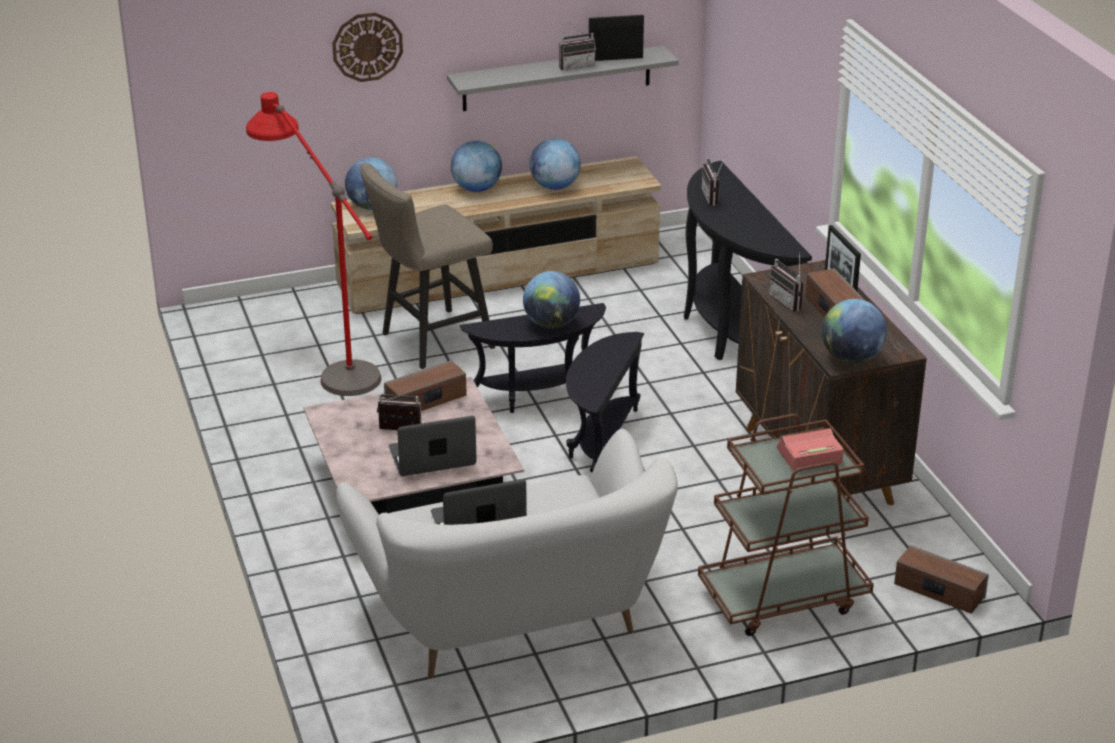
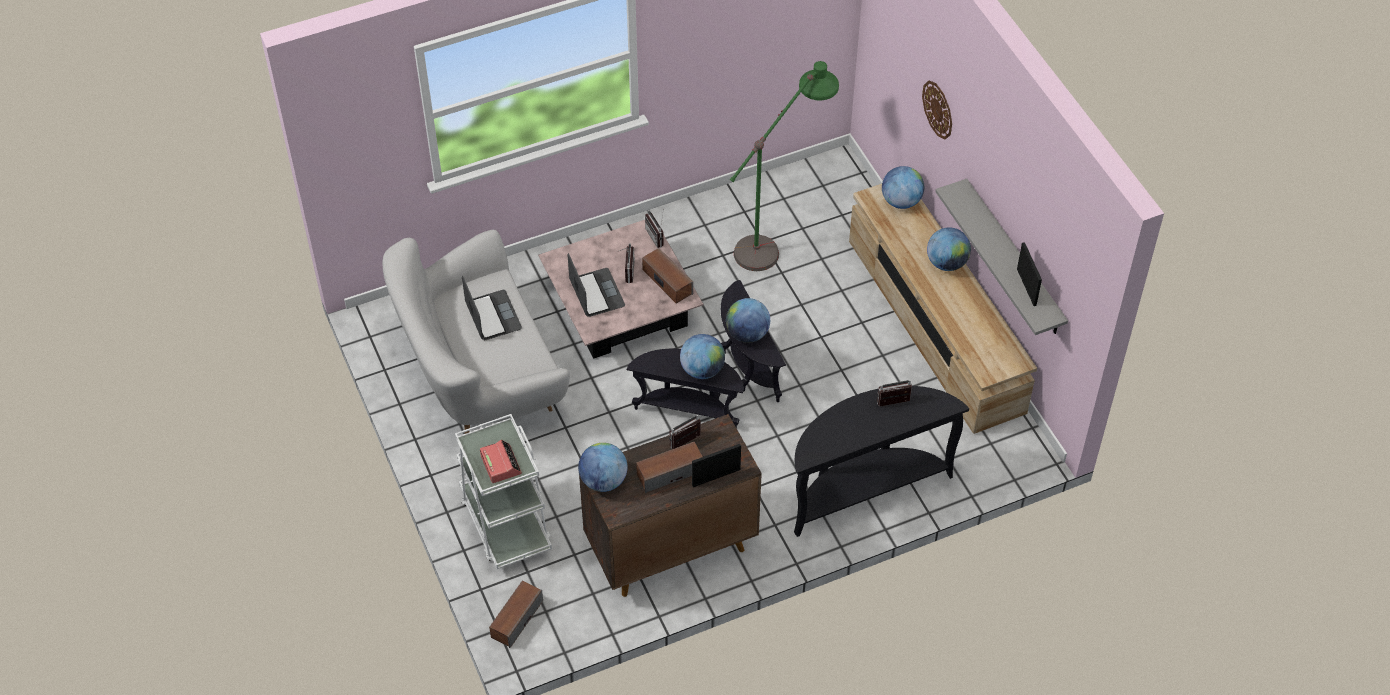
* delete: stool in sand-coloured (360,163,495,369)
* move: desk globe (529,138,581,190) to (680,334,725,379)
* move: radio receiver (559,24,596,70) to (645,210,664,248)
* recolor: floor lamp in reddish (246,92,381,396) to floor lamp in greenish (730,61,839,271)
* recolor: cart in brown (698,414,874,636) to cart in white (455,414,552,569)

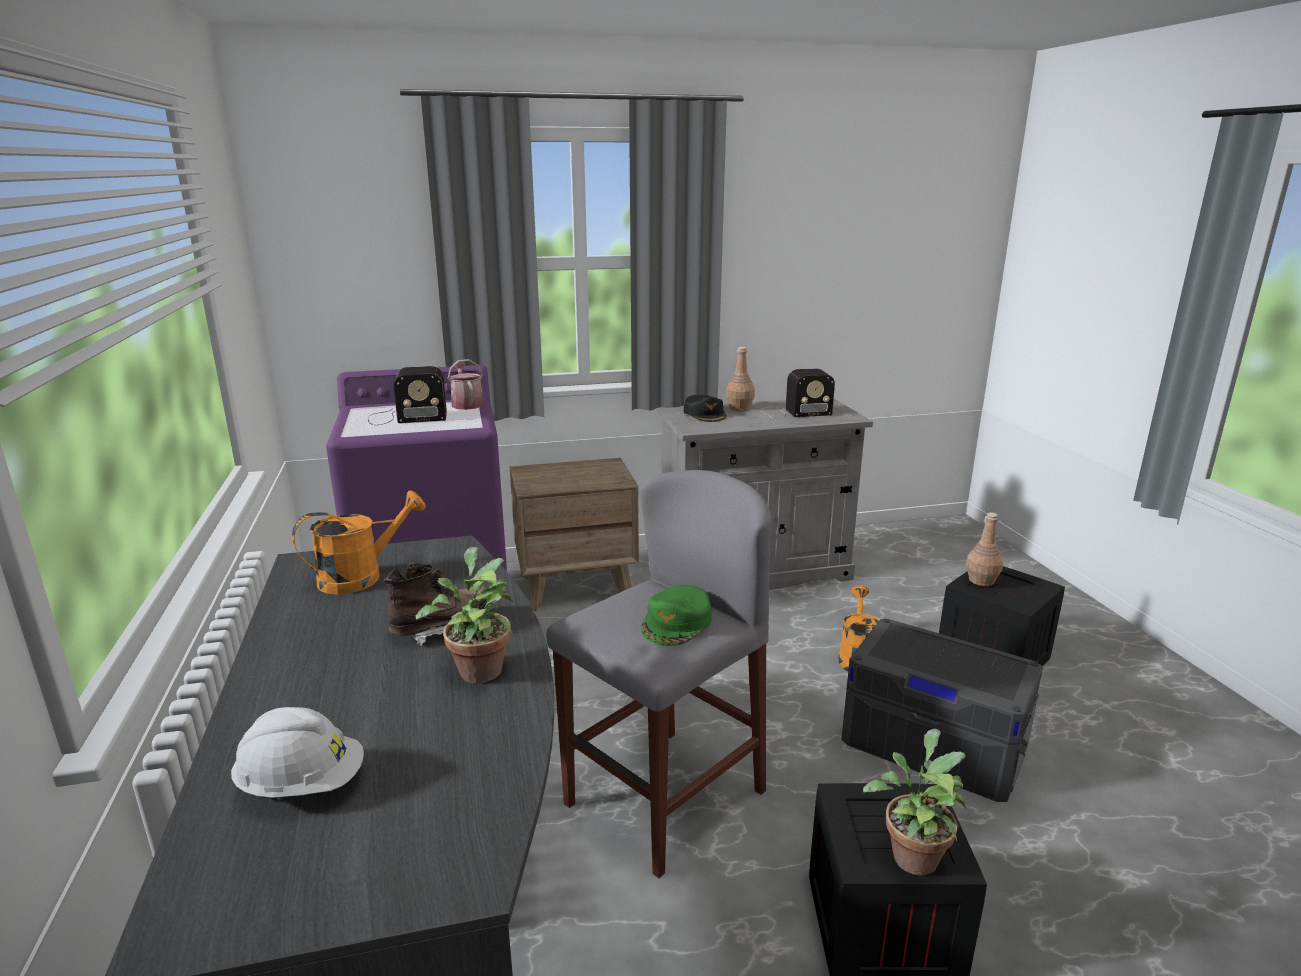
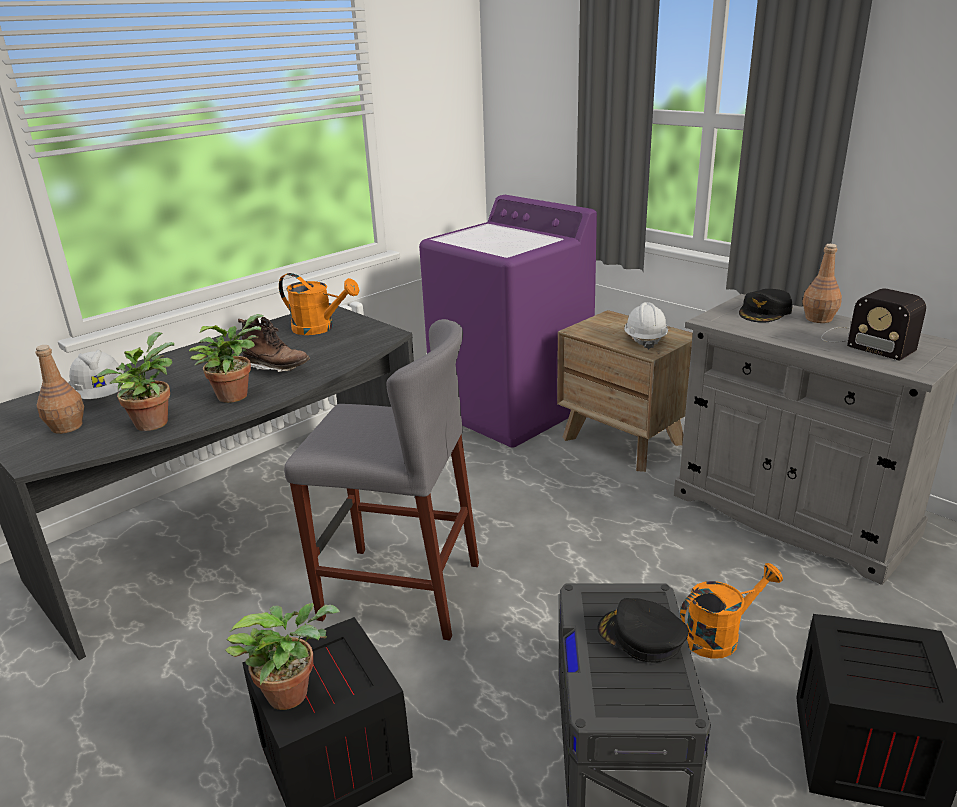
* delete: radio receiver (368,366,447,425)
* delete: watering can (447,359,484,410)
* delete: baseball cap in greenish (641,585,712,646)
* insert: plant in a pot (96,332,174,431)
* insert: baseball cap in blackish (597,598,689,663)
* insert: hard hat in white (624,302,668,350)
* move: beverage bottle in brown (966,512,1003,586) to (35,345,84,434)

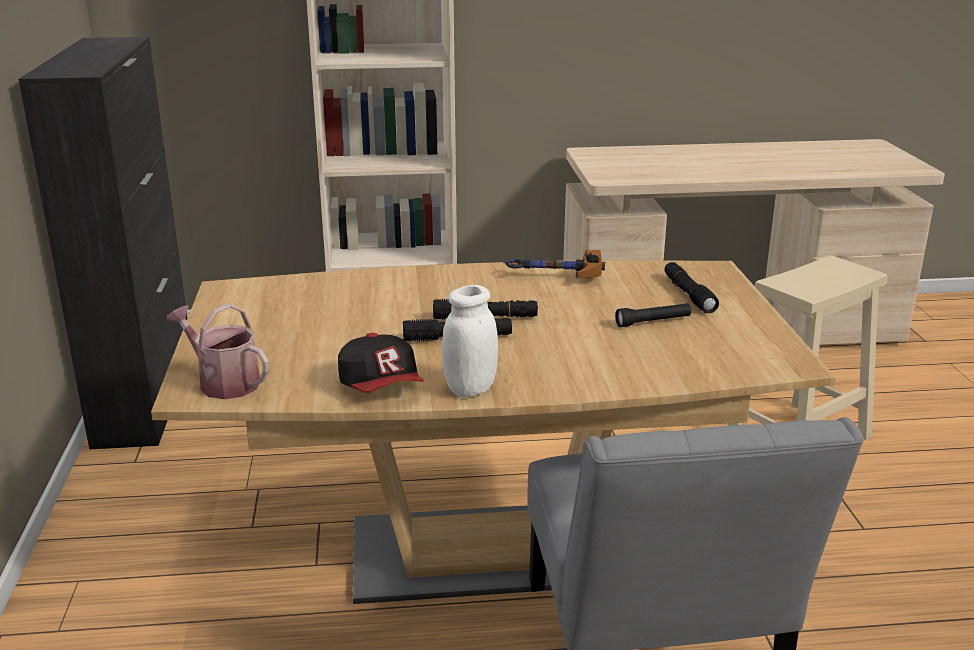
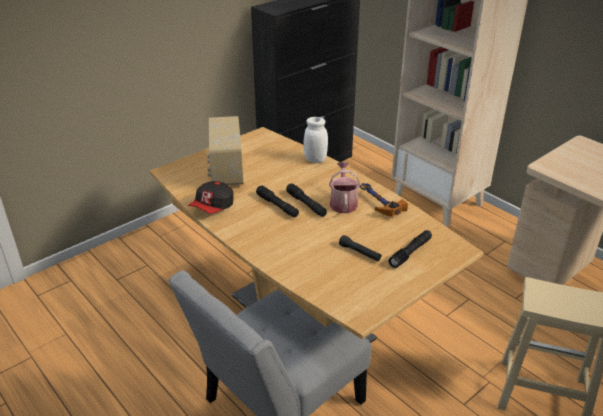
* insert: radio receiver (207,116,243,185)
* move: watering can (166,304,269,399) to (329,162,360,213)
* move: storage jar in white (442,285,498,397) to (303,117,328,163)

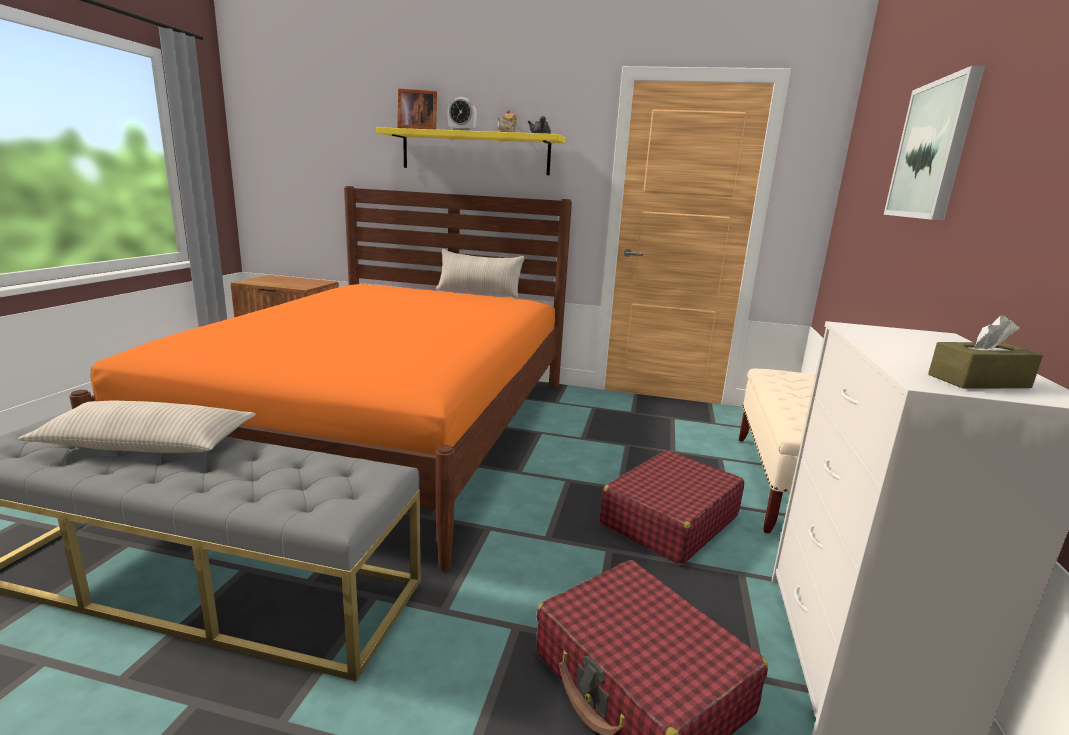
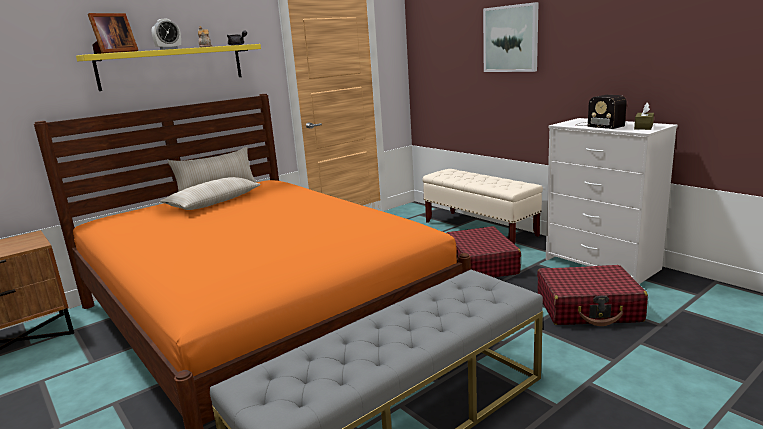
* insert: radio receiver (575,95,627,129)
* move: cushion in sand-coloured (18,401,256,453) to (160,177,261,210)

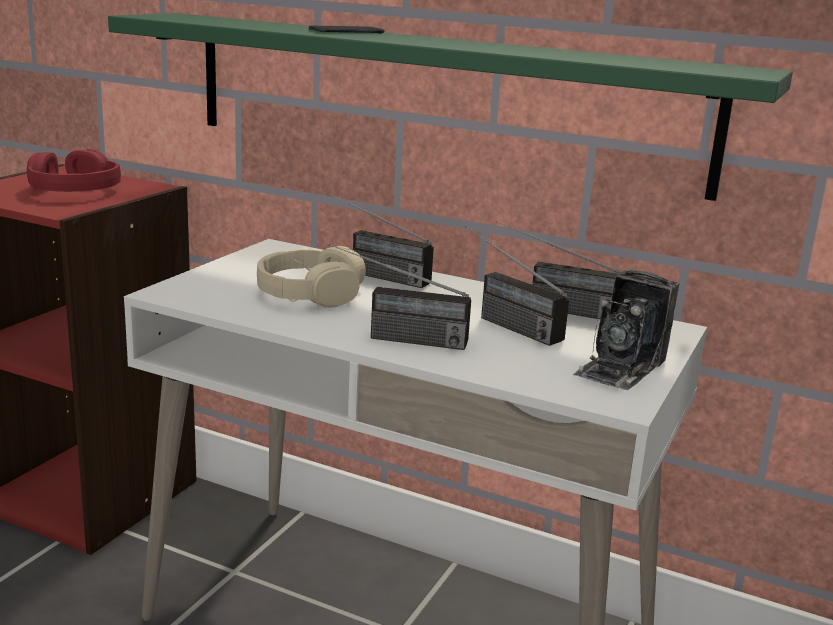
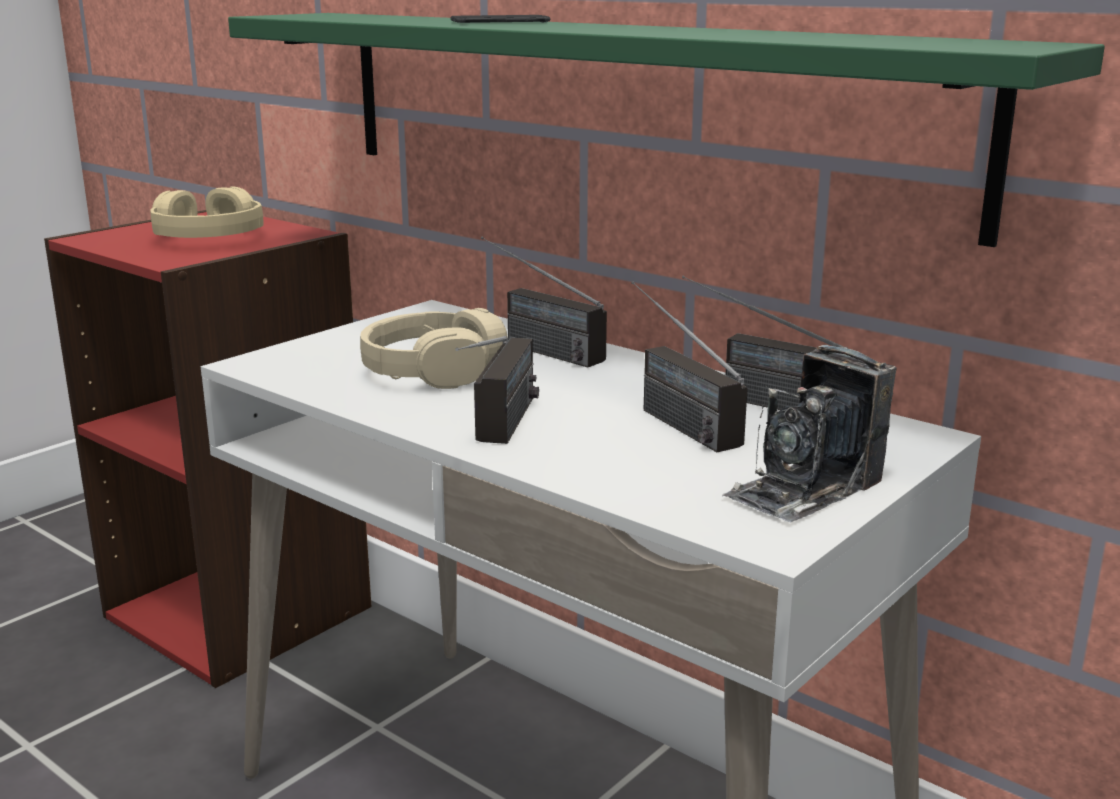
* recolor: headset in reddish (27,149,121,192) to headset in sand-coloured (150,186,263,238)
* rotate: radio receiver (328,243,471,350) = (455,336,539,444) 105 degrees counterclockwise

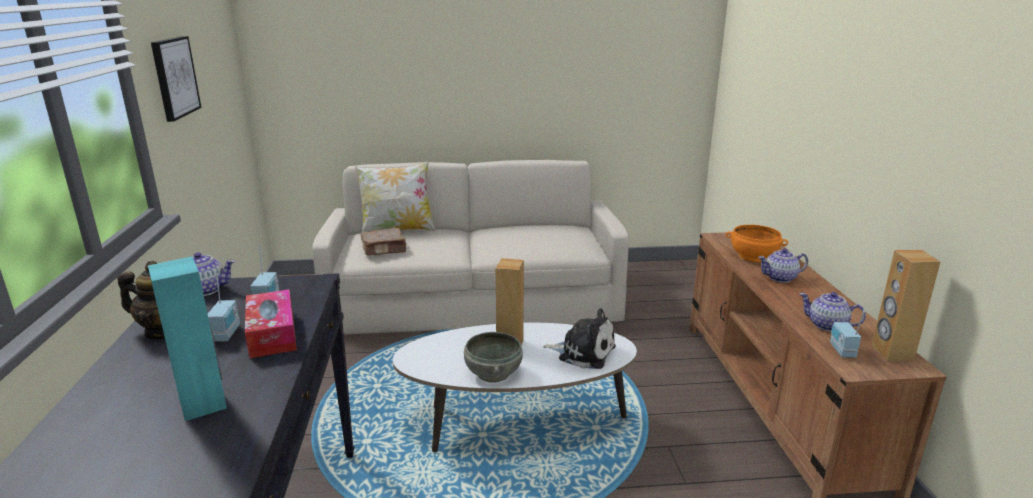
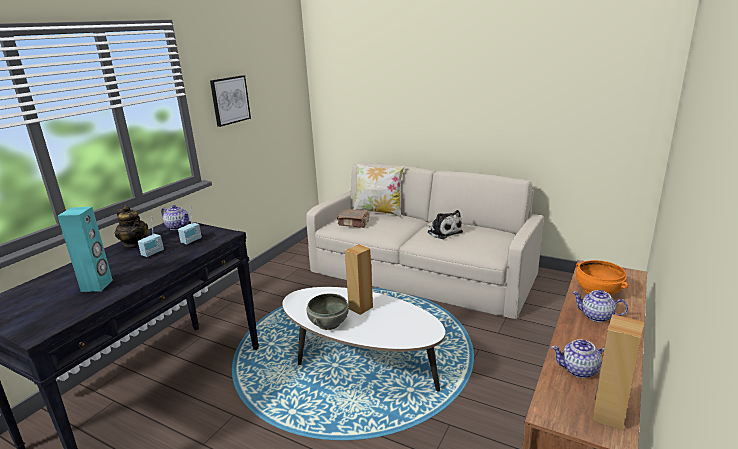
* delete: box of tissues (245,289,297,358)
* delete: radio receiver (830,311,865,358)
* move: plush toy (543,308,616,369) to (427,210,463,239)
* rotate: tea pot (799,292,866,332) = (551,339,605,378) 60 degrees counterclockwise

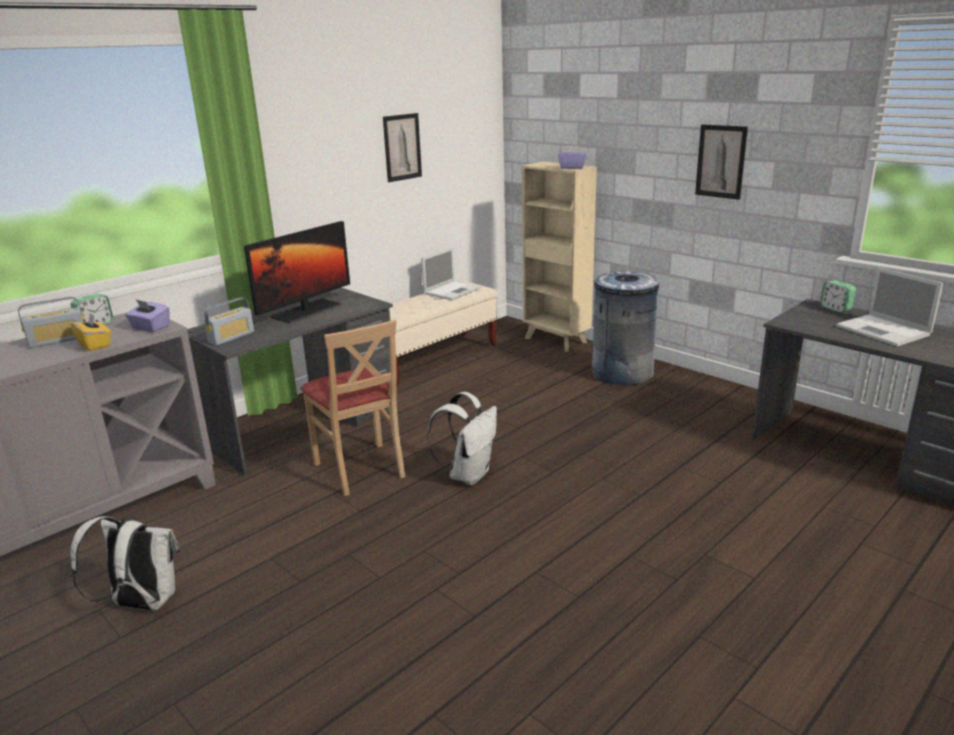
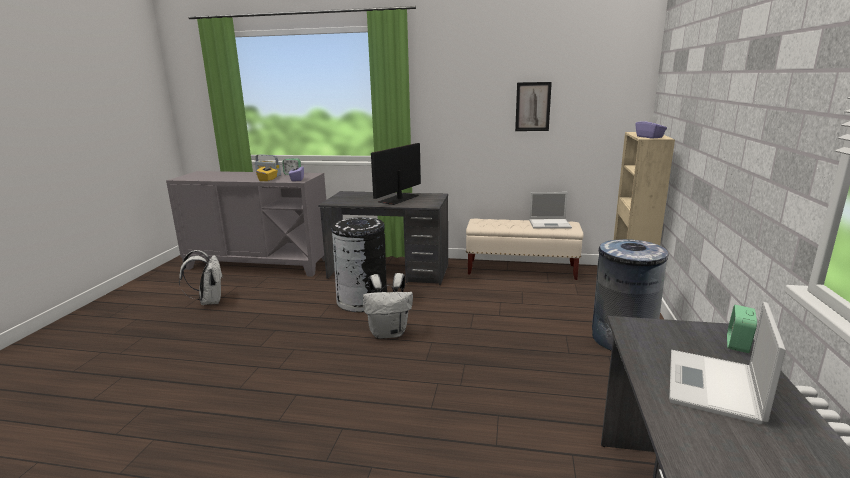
* delete: radio receiver (204,297,254,346)
* delete: wall picture (695,124,748,200)
* replace: upright chair in sand-coloured (300,320,406,496) to trash can in blackish (331,217,387,312)
* rotate: computer display (244,221,350,323) = (371,143,421,205) 120 degrees clockwise

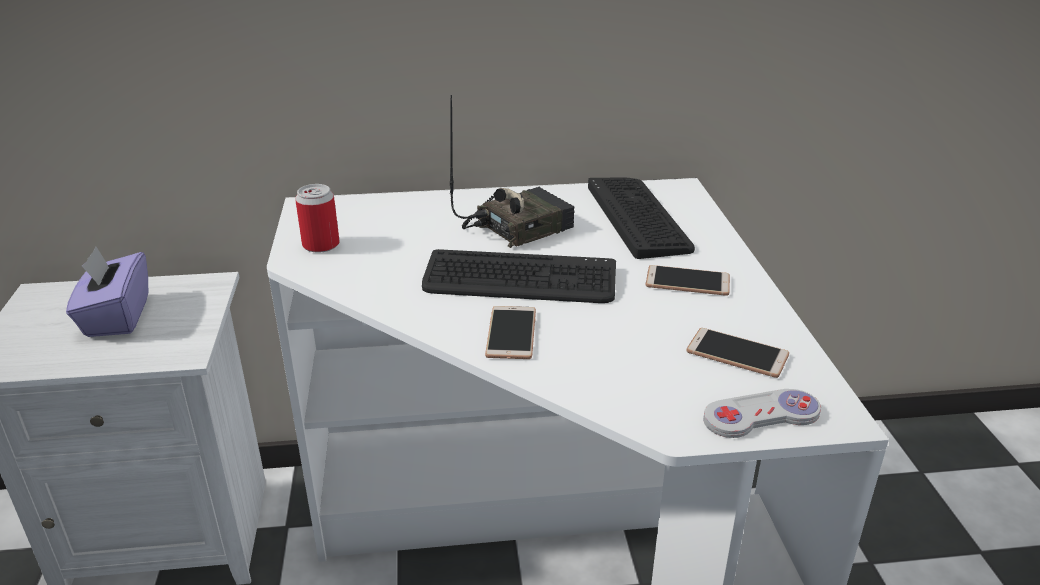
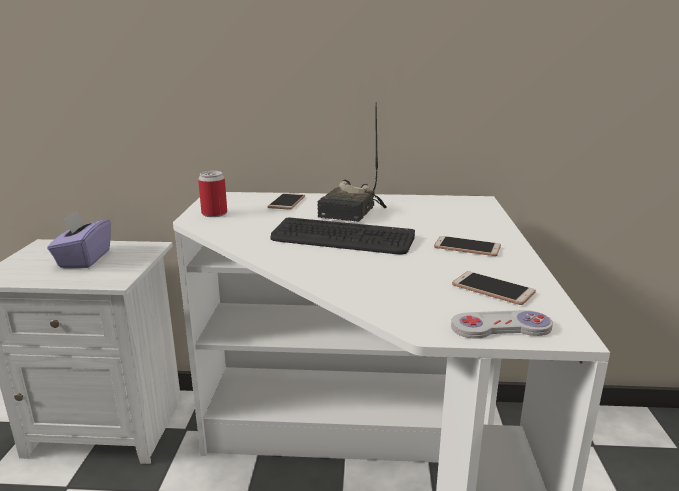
* delete: PC keyboard (588,177,695,259)
* move: phone (485,306,536,359) to (268,193,305,210)
* rotate: radio receiver (450,95,574,248) = (317,102,387,222) 135 degrees clockwise

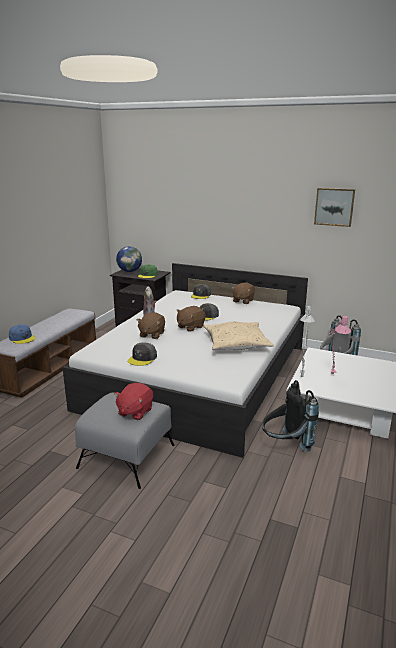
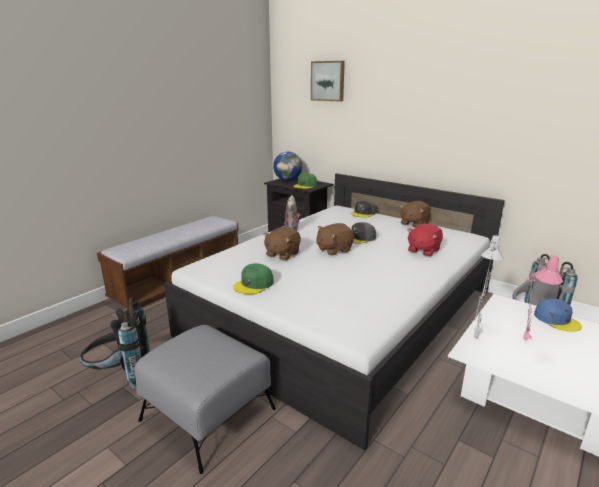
* delete: cushion in sand-coloured (203,322,274,350)
* move: baseball cap in blue-coloured (9,324,35,344) to (534,298,582,332)
* move: plush toy in reddish (114,383,153,420) to (407,223,443,257)
* move: backpack in blackish (262,380,319,452) to (79,297,150,389)
* move: wall picture (314,188,355,227) to (311,61,345,102)
* recolor: baseball cap in gray (128,342,157,366) to baseball cap in greenish (233,263,274,294)

